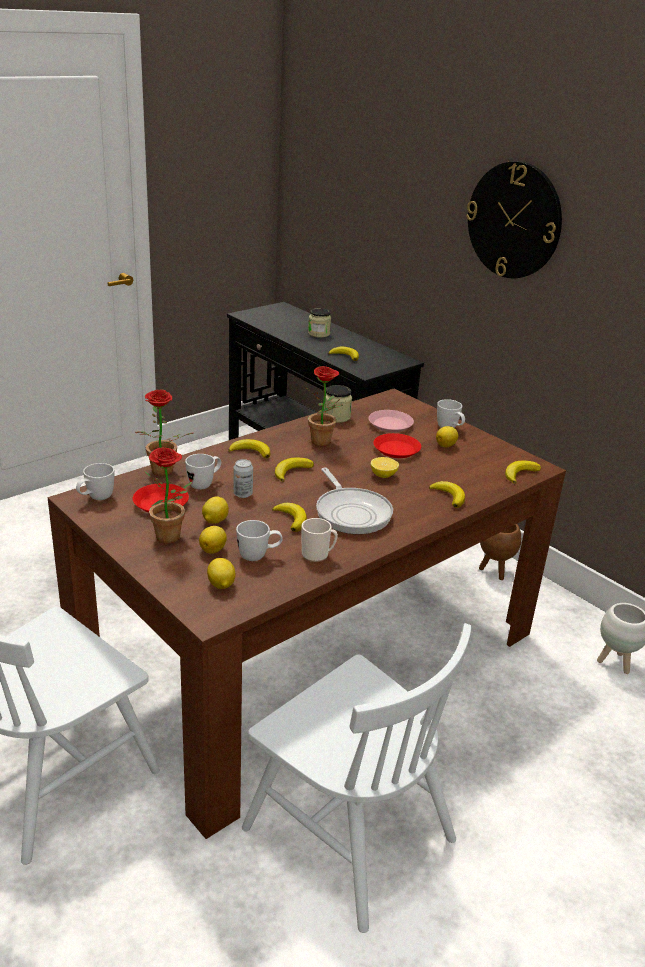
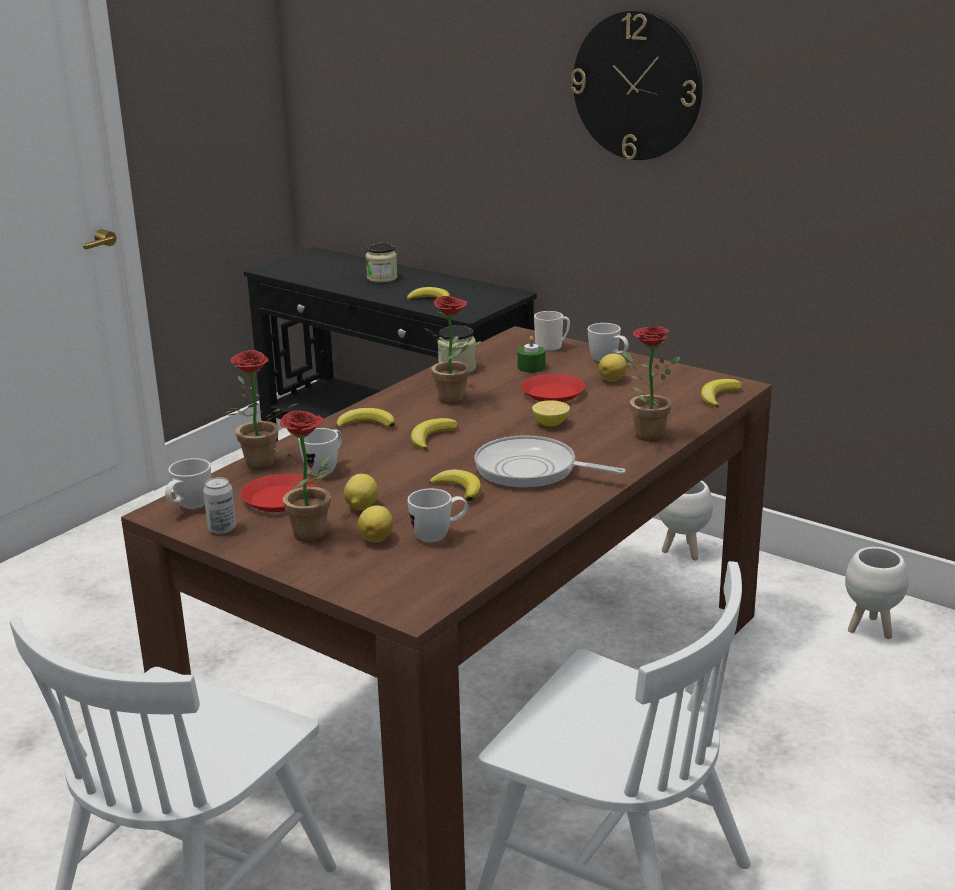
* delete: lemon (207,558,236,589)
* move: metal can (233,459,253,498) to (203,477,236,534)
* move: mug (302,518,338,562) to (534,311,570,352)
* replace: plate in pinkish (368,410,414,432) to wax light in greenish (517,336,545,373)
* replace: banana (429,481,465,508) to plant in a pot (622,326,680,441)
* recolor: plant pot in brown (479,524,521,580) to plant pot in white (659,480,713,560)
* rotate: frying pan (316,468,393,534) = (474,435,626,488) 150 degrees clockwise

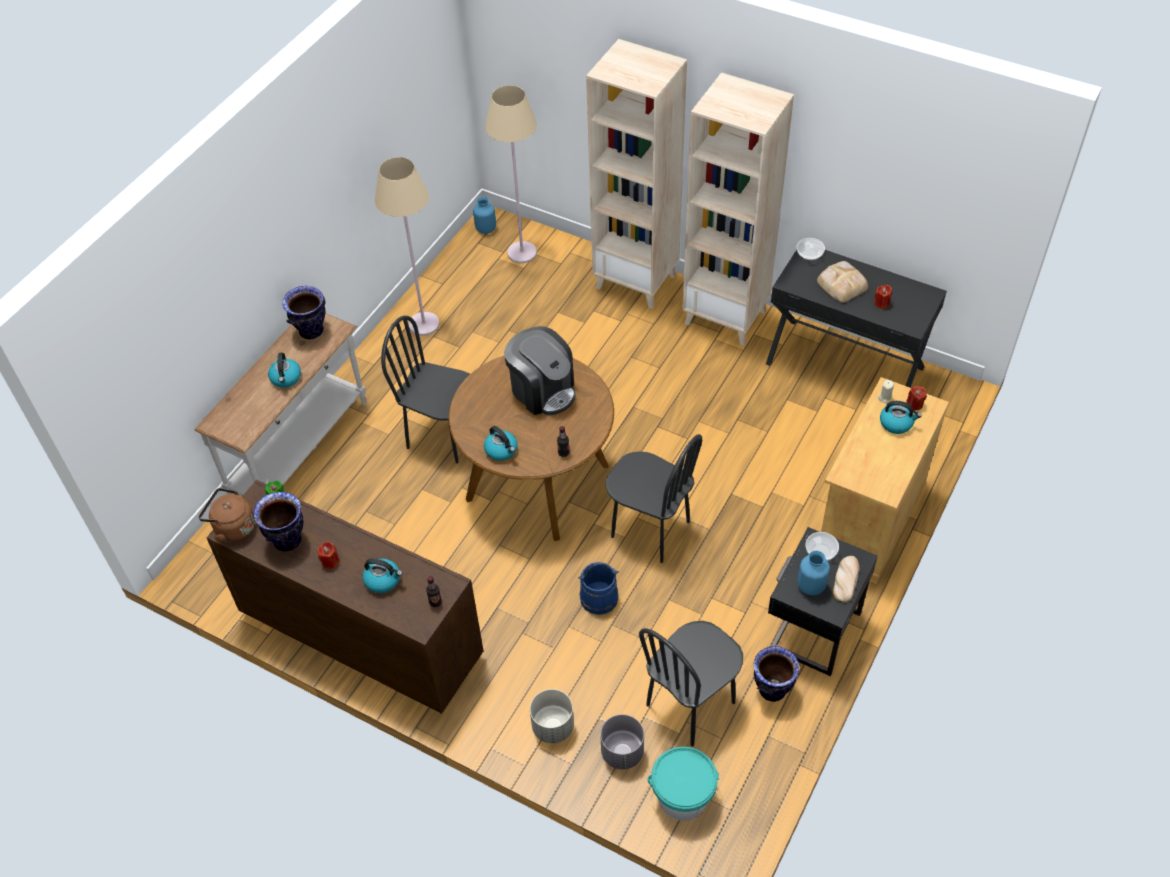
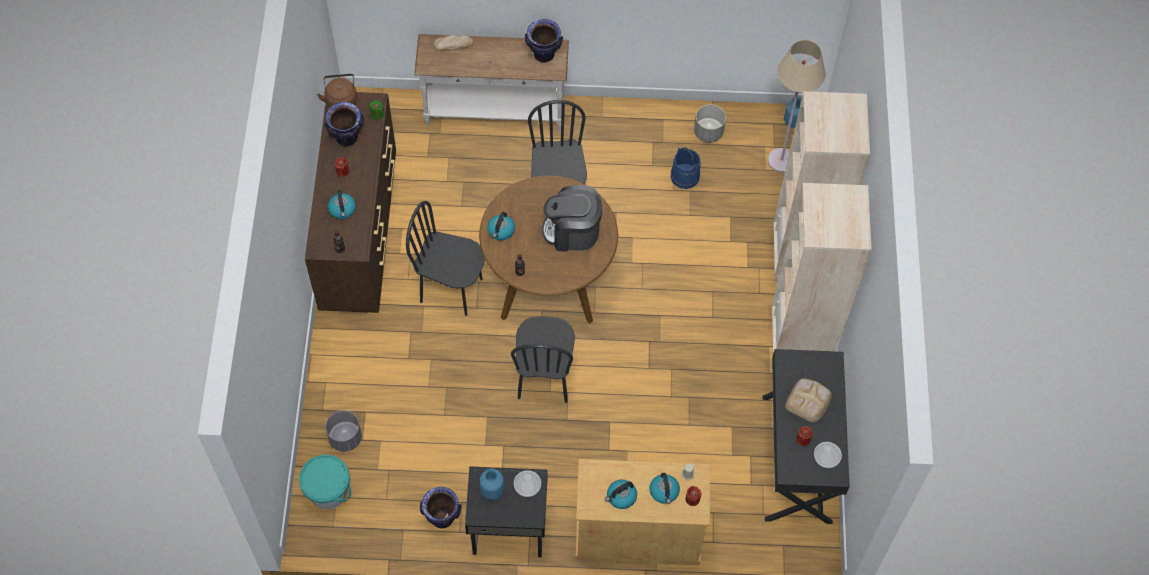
* delete: floor lamp in sand-coloured (375,157,439,336)
* move: water kettle (268,353,301,388) to (605,480,637,509)
* move: plant pot in gray (530,689,574,743) to (694,104,726,143)
* move: pail in blue-coloured (578,562,619,615) to (671,147,701,189)
* move: upright chair in blackish (639,621,743,746) to (406,201,485,316)
* move: serving bowl (796,238,825,260) to (814,442,842,468)
* move: bread (833,556,860,602) to (434,35,474,51)
* rotate: coffee maker (504,326,576,415) = (542,185,602,252) 75 degrees clockwise

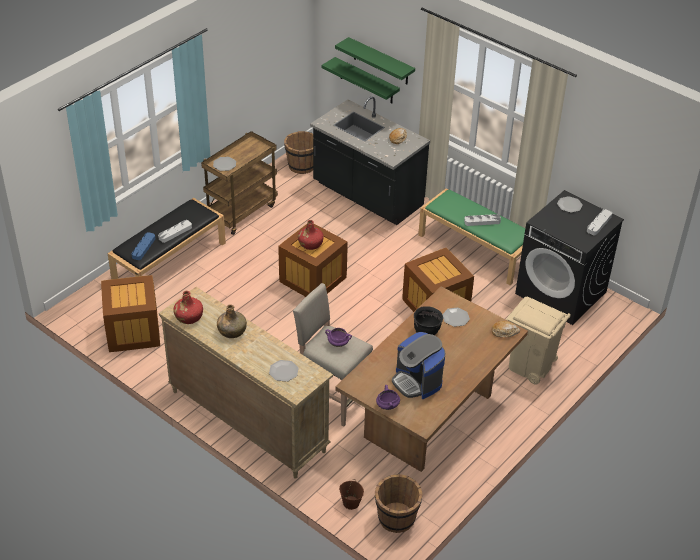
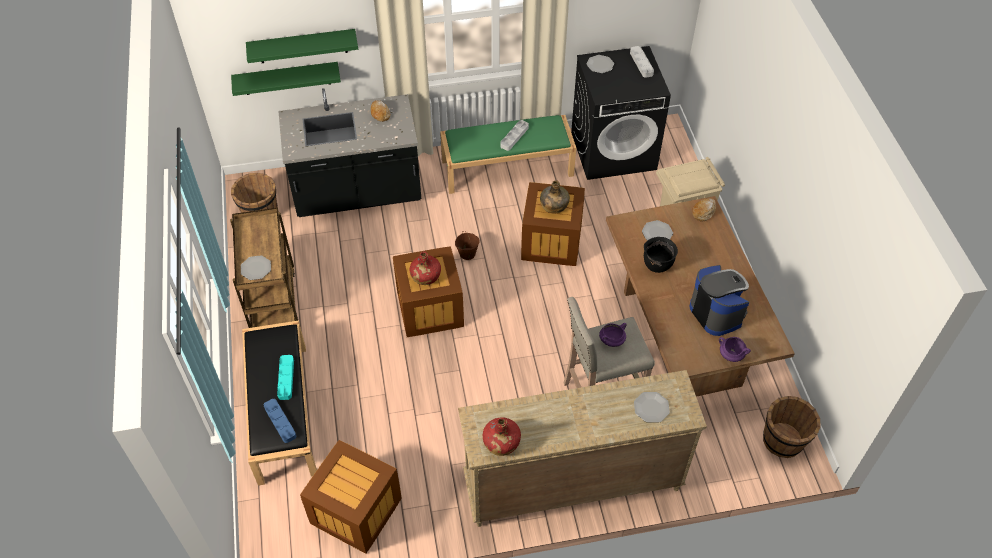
* move: beverage bottle in greenish (217,304,247,338) to (540,180,570,214)
* move: pail in brown (339,480,364,510) to (455,231,480,260)
* recolor: carrying tray in gray (158,220,192,243) to carrying tray in blue-green (277,355,294,400)
* rotate: coffee maker (392,332,445,399) = (690,265,749,336) 120 degrees counterclockwise

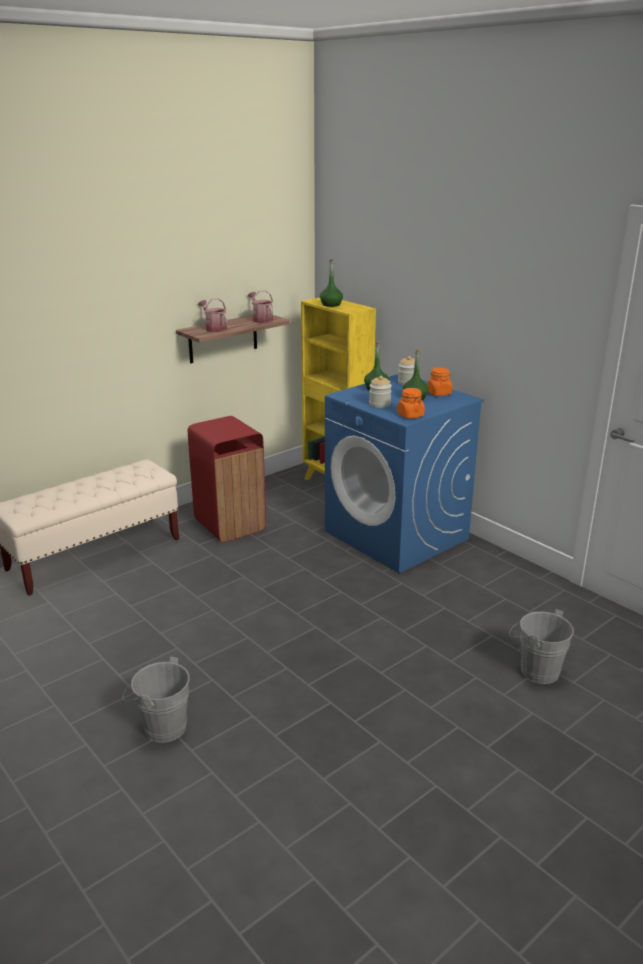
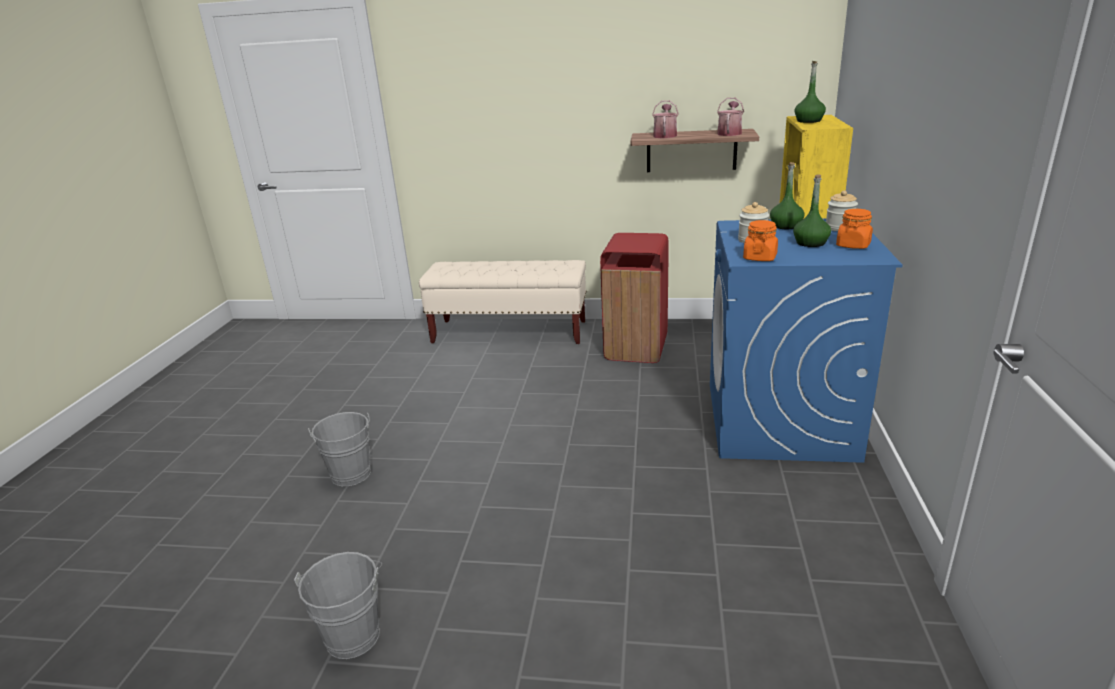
* move: pail in gray (509,609,574,684) to (294,552,382,659)

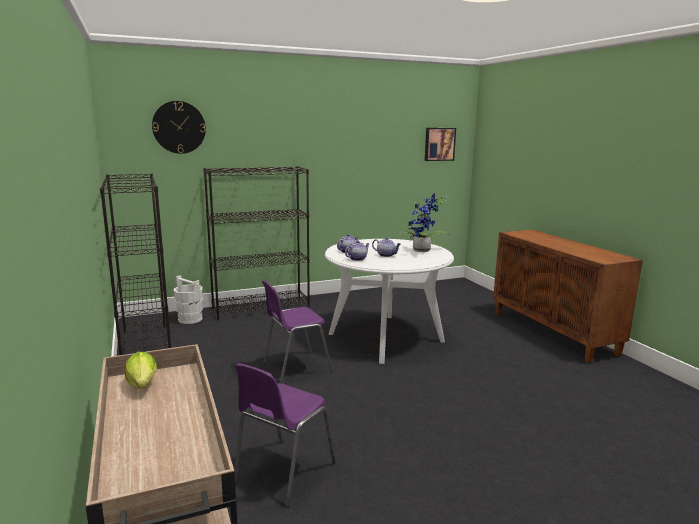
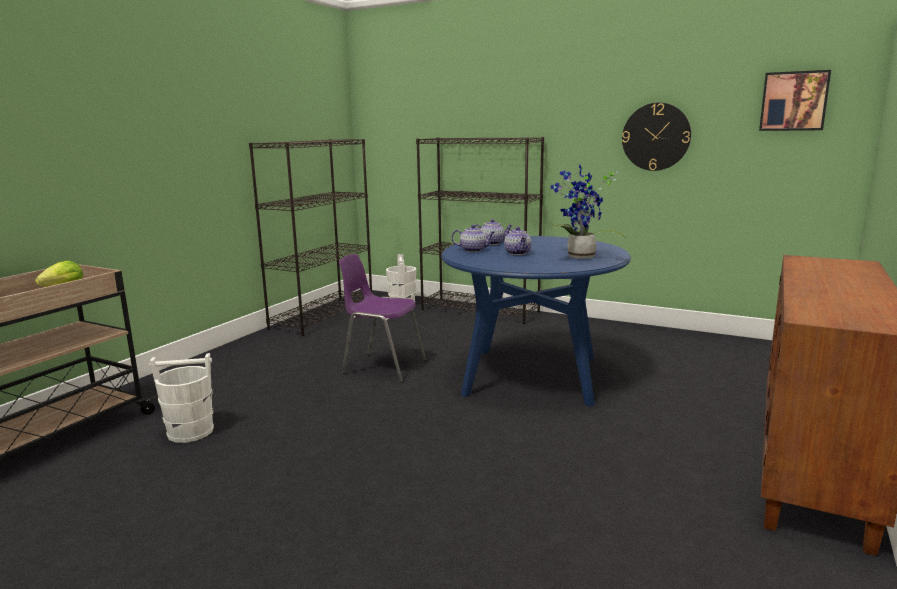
* move: hanging clock (152,101,206,154) to (622,103,691,171)
* replace: upright chair in purplish (234,363,336,508) to pail in white (149,353,214,443)
* recolor: kitchen table in white (325,239,454,364) to kitchen table in blue-coloured (441,236,631,407)

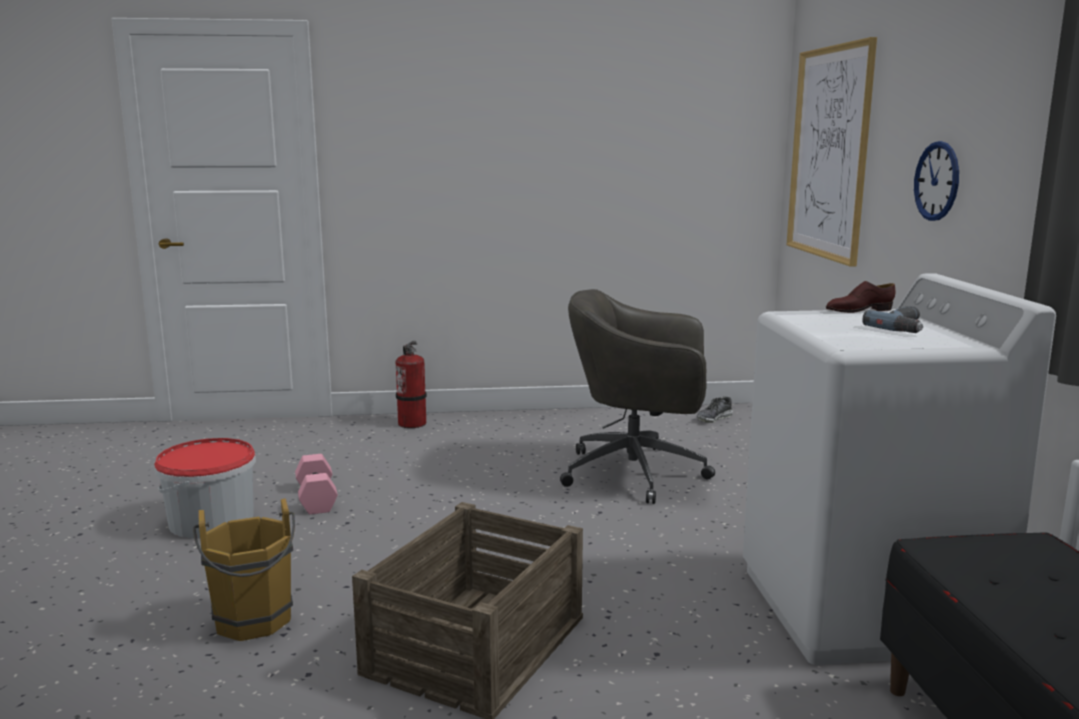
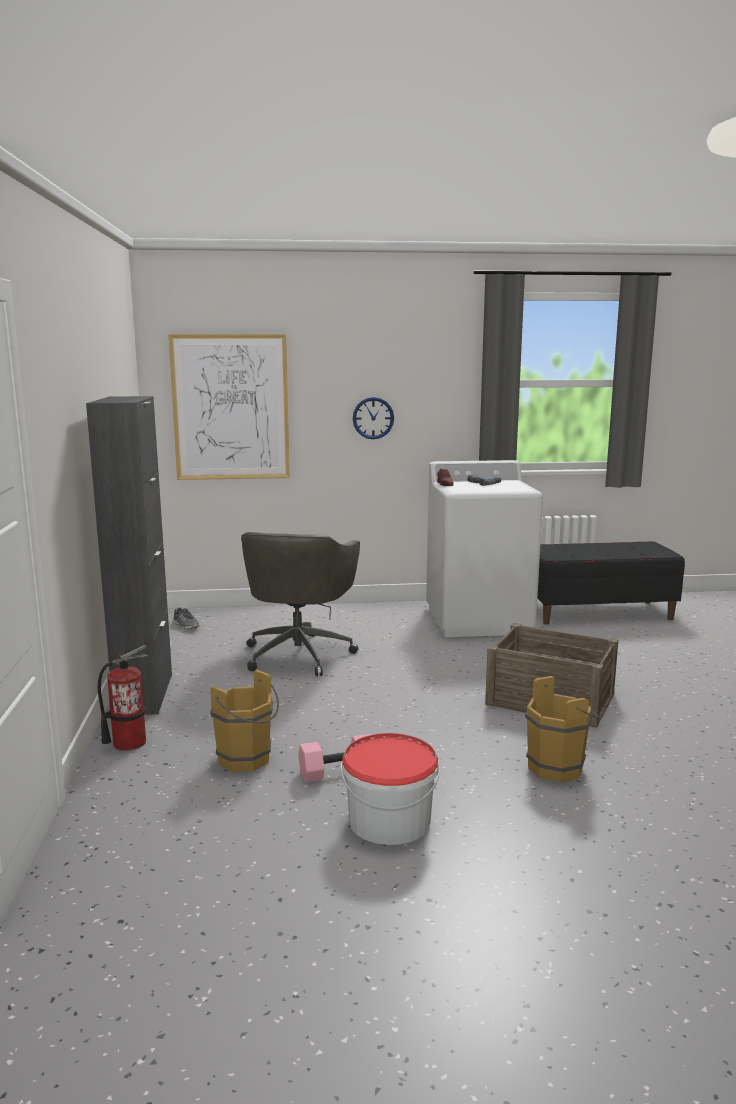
* insert: storage cabinet in blackish (86,396,172,715)
* insert: pail in brown (210,670,279,772)

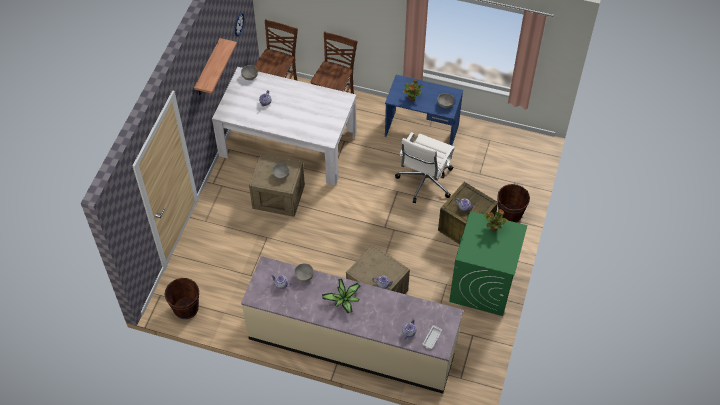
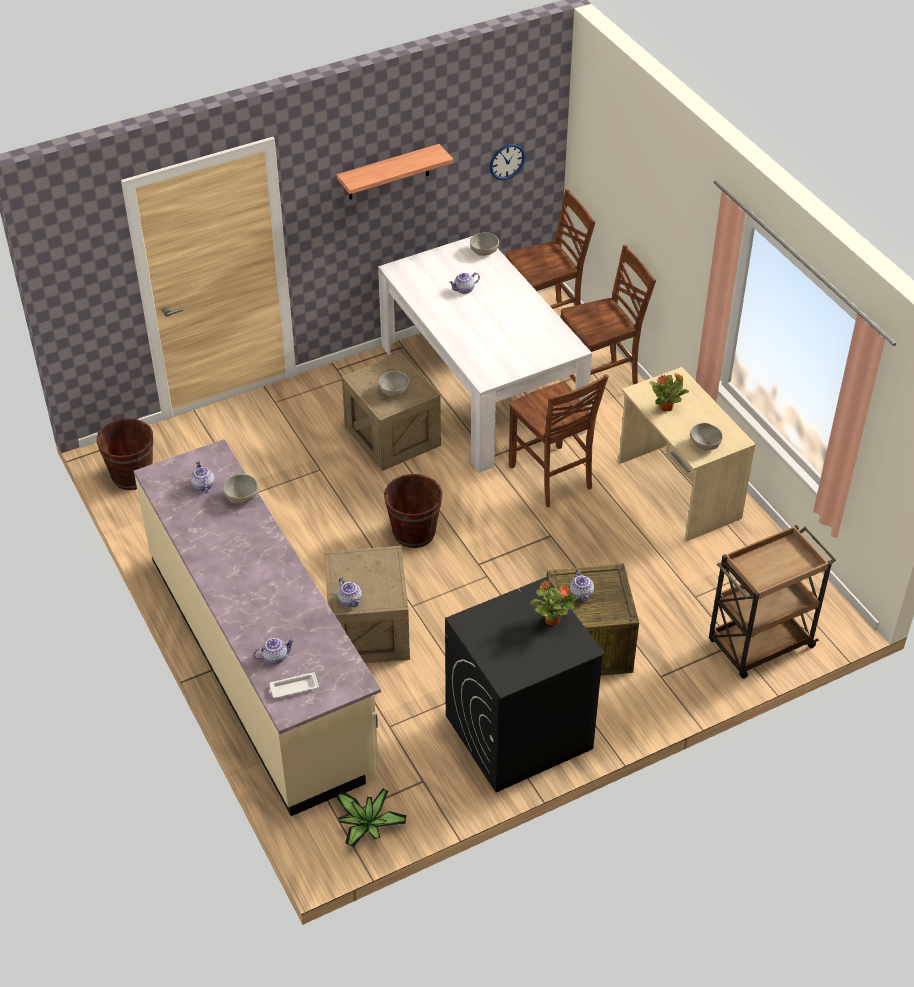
* delete: office chair in white (395,132,455,203)
* insert: upright chair in brown (509,374,609,507)
* insert: cart in brown (709,525,836,679)
* move: plant in a pot (322,279,360,313) to (336,788,407,848)
* move: pail in brown (497,184,530,223) to (384,474,442,548)
* recolor: desk table in blue-coloured (385,75,463,145) to desk table in sand-coloured (618,367,756,542)
* recolor: laundry machine in greenish (449,211,528,316) to laundry machine in blackish (445,577,605,792)

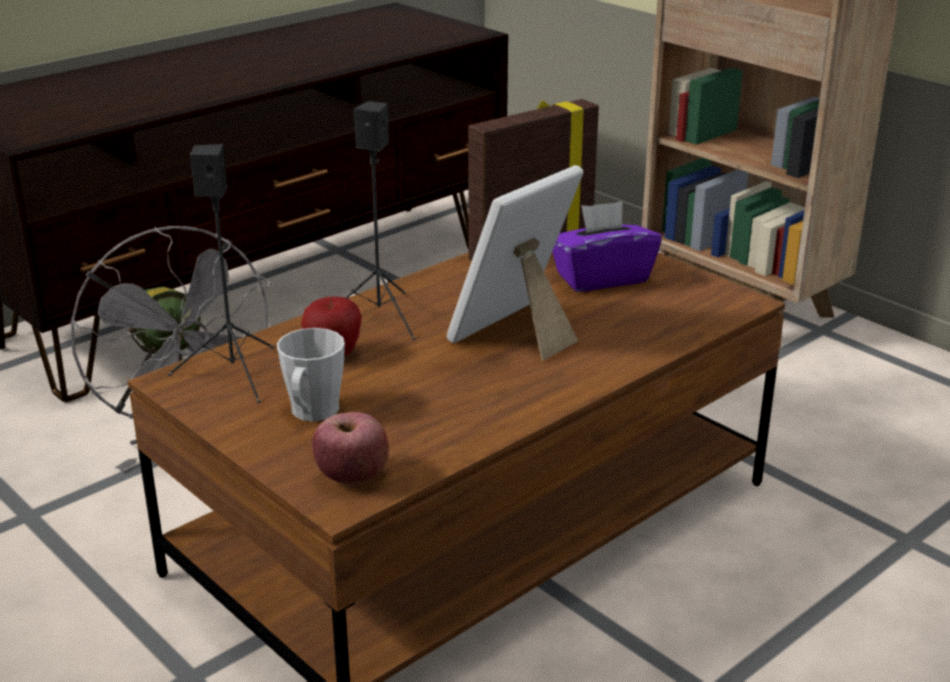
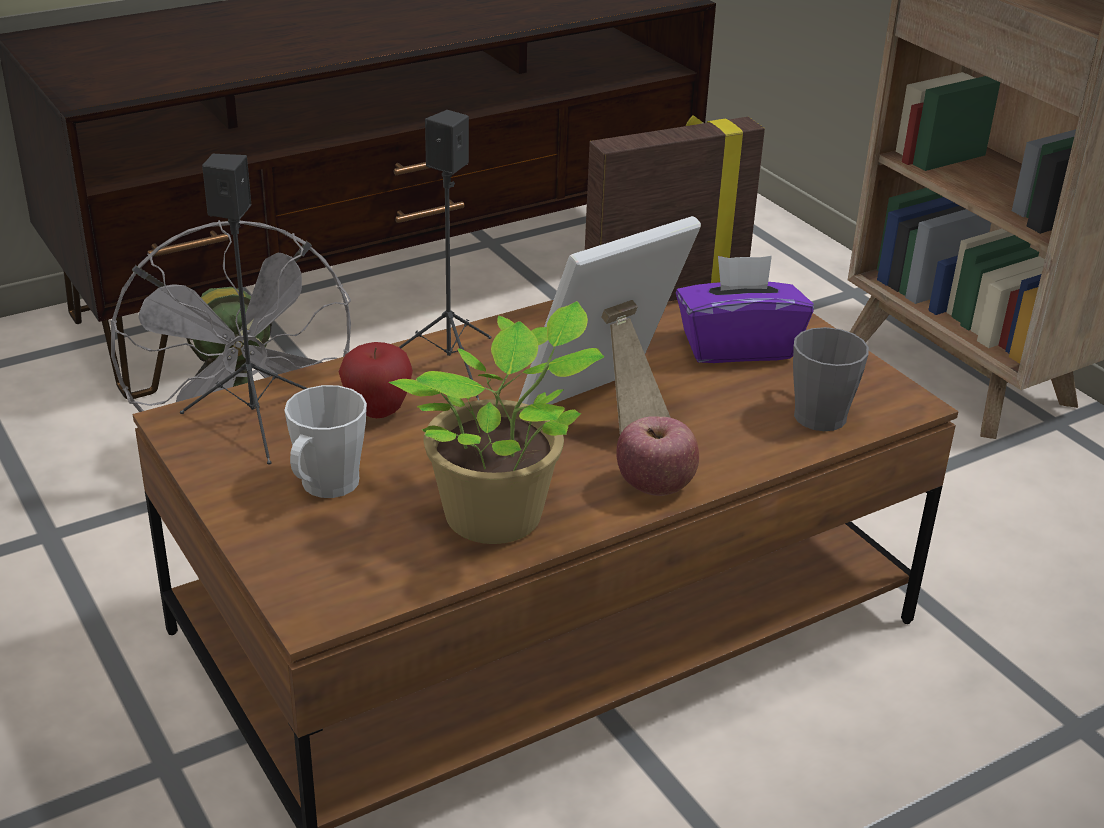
* insert: plant in a pot (388,301,604,544)
* insert: mug in gray (793,327,869,431)
* move: apple fruit (312,412,389,485) to (616,416,699,496)

